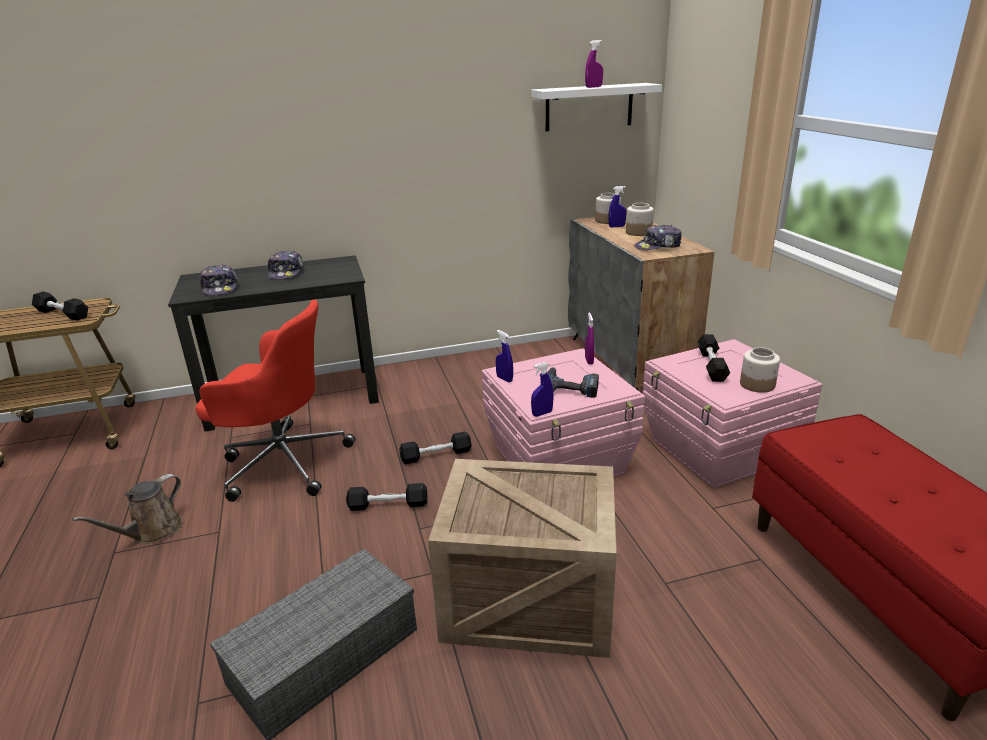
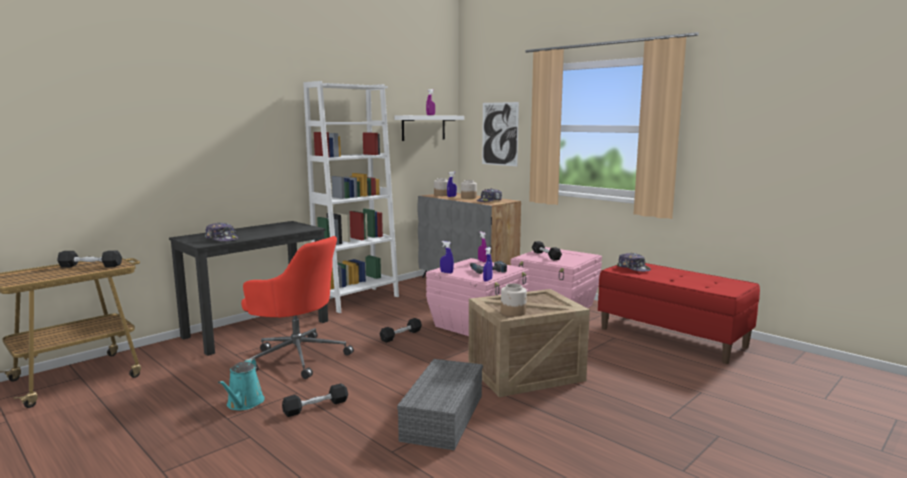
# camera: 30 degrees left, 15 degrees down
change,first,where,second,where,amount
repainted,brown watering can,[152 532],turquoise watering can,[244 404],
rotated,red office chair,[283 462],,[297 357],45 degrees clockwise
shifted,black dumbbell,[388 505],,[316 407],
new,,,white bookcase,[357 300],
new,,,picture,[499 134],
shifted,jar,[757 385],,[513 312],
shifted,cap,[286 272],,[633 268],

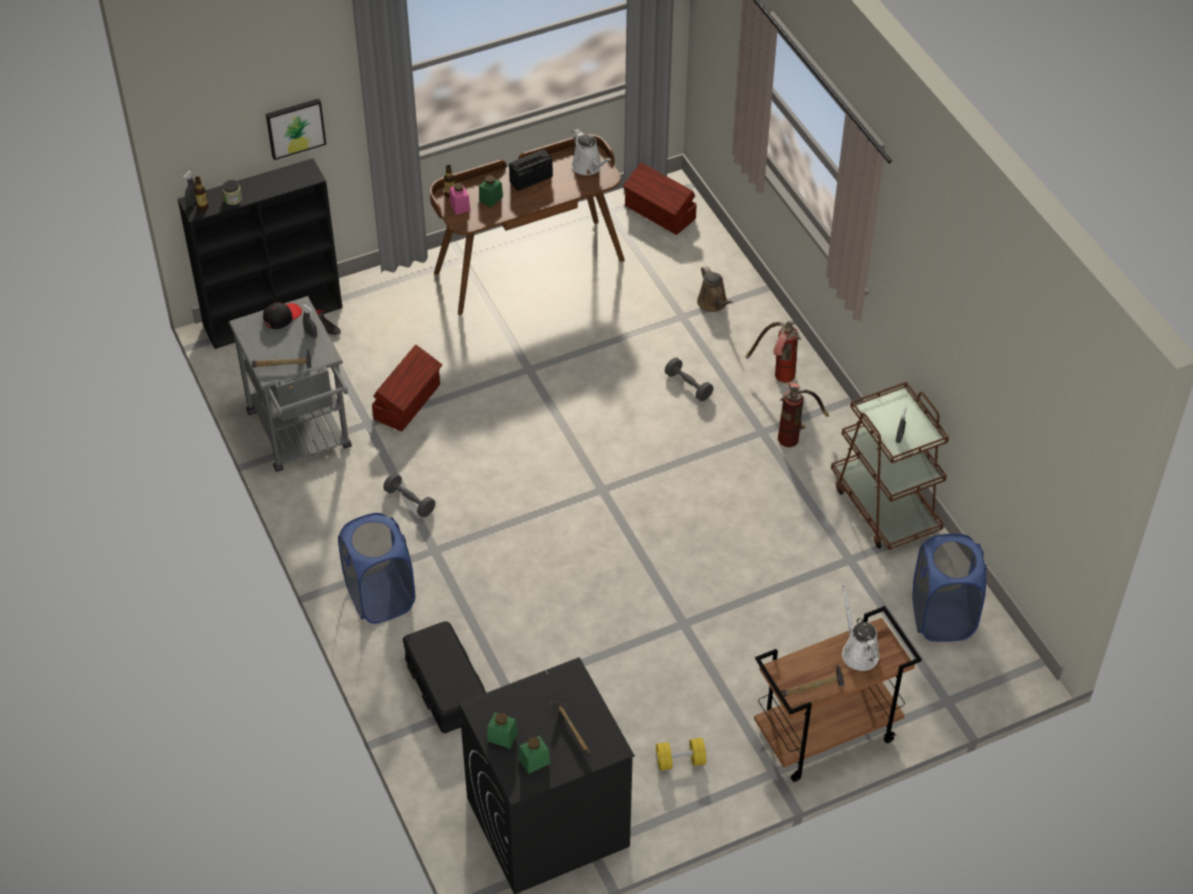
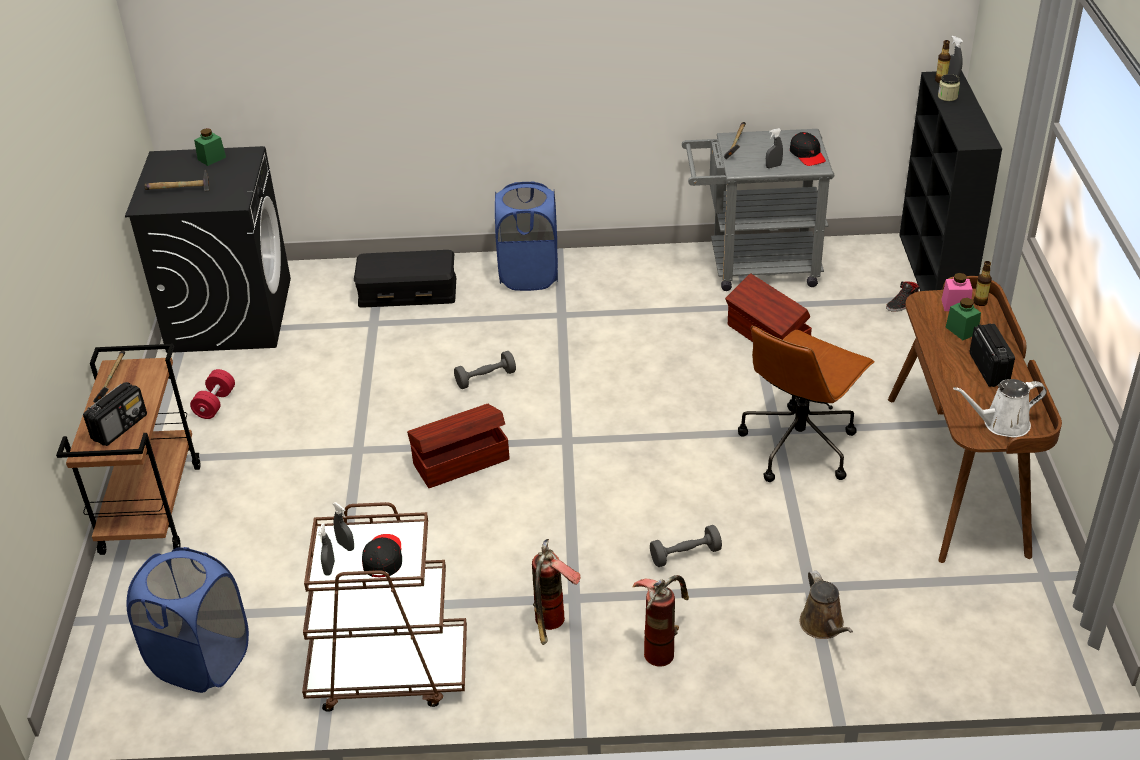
# camera: 115 degrees right, 10 degrees down
change,first,where,second,where,amount
swapped,white watering can,[858 651],radio,[120 427],
repainted,yellow dumbbell,[680 761],red dumbbell,[215 404],
new,,,grey spray bottle,[329 568],
new,,,black cap,[383 558],
shifted,brown storage box,[660 213],,[460 461],
shifted,grey dumbbell,[410 501],,[485 378],
new,,,brown office chair,[799 445],
rotated,brown watering can,[713 303],,[823 626],105 degrees counterclockwise
gone,picture,[295 127],,,
gone,green jar,[534 761],,,

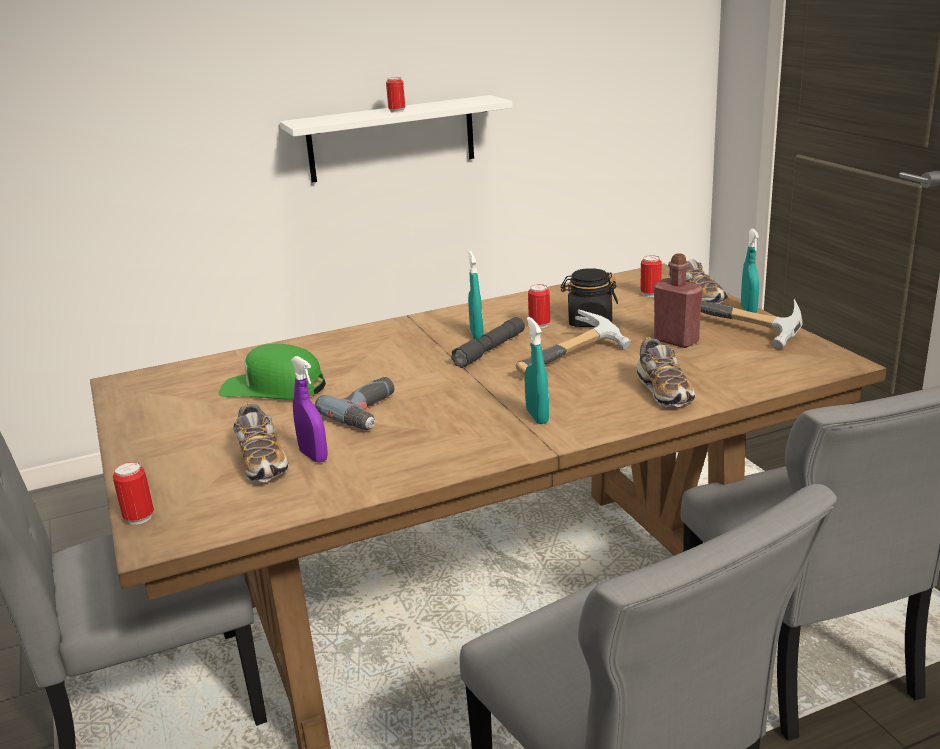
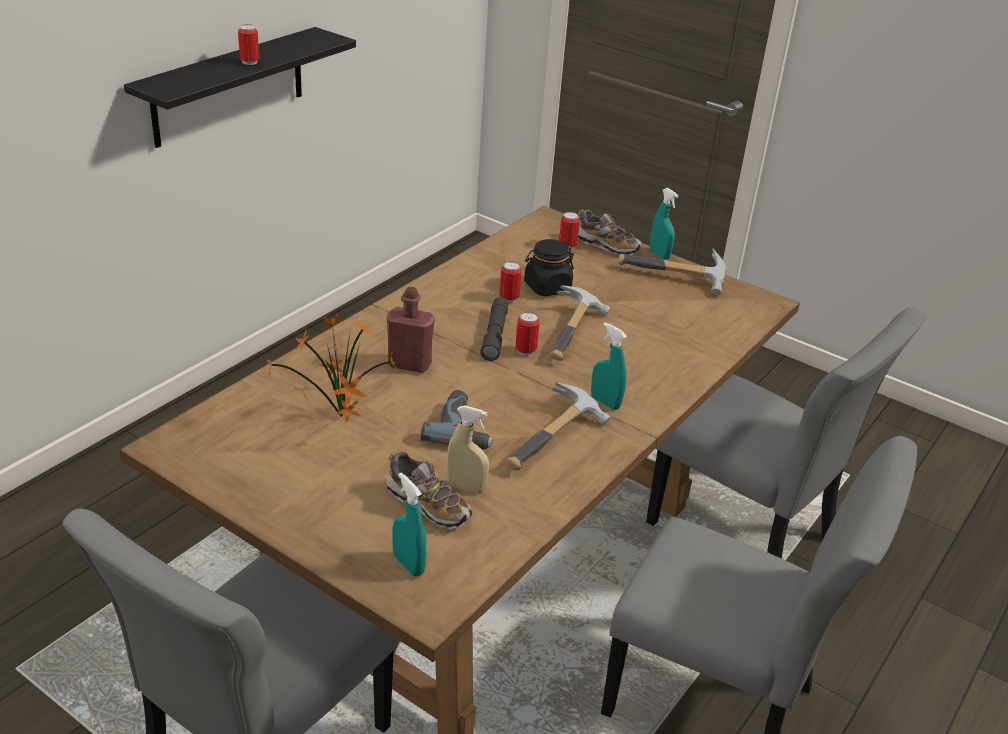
# camera: 35 degrees left, 10 degrees up
change,first,where,second,where,amount
repainted,white shelf,[392 139],black shelf,[229 87],
swapped,green cap,[273 388],potted plant,[340 419],
shifted,red bottle,[676 340],,[409 364],
shifted,turquoise spray bottle,[476 335],,[408 565],
repainted,purple spray bottle,[313 456],beige spray bottle,[466 487],
new,,,hammer,[558 441],
shifted,can,[139 518],,[525 351],
gone,shoe,[664 391],,,

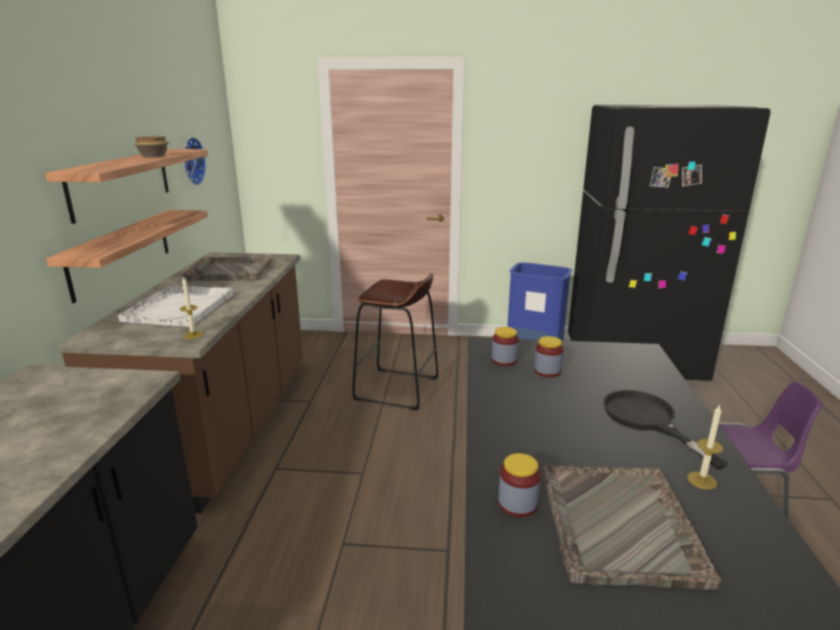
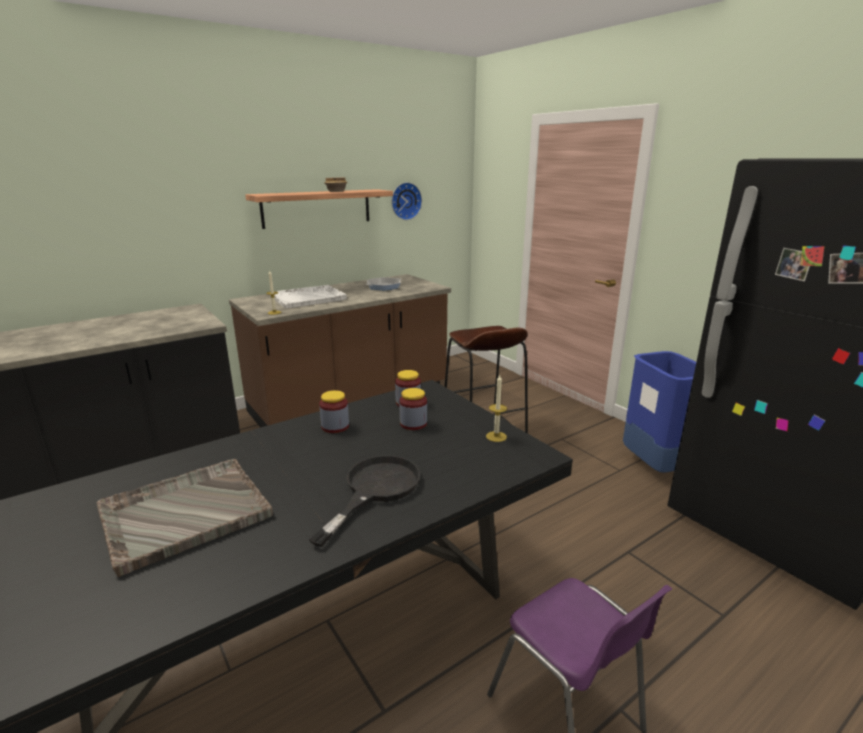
# camera: 50 degrees right, 0 degrees up
change,first,where,second,where,amount
shifted,jar,[517 504],,[335 426],
swapped,grey tray,[229 271],frying pan,[383 287],
shifted,candle,[702 480],,[496 436],
gone,shelf,[121 252],,,

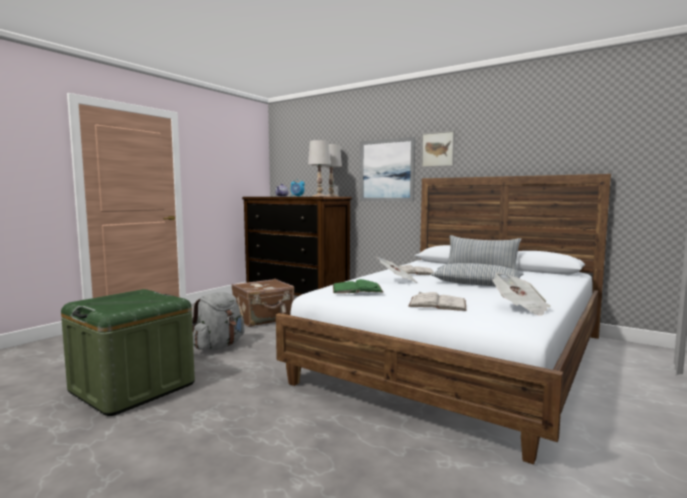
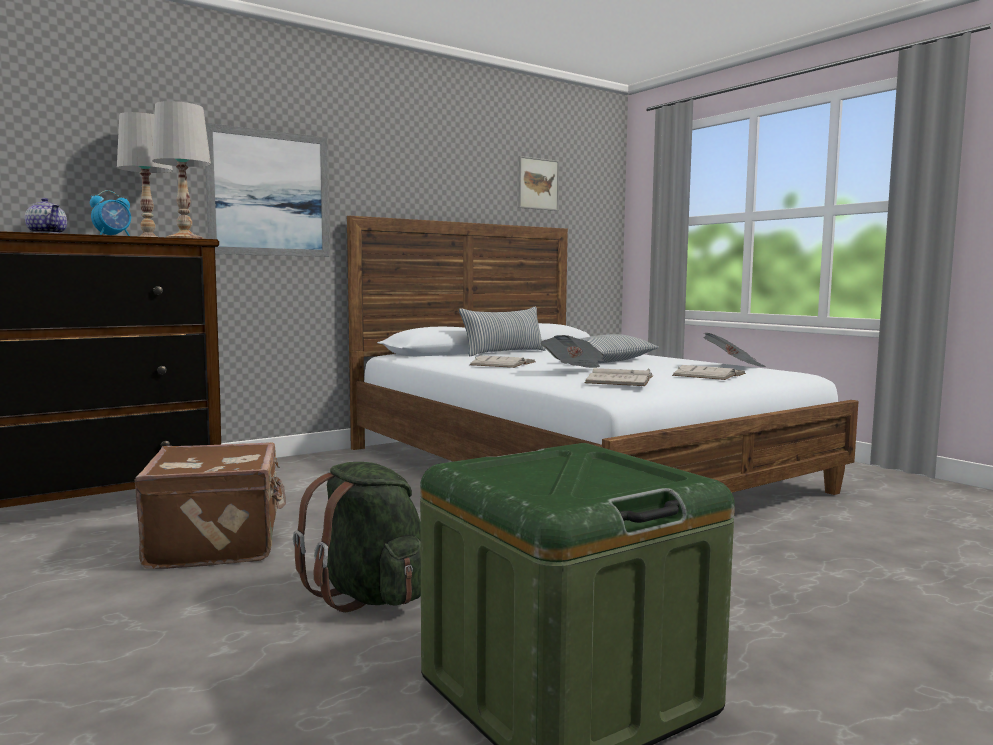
# camera: 70 degrees left, 0 degrees up
change,first,where,second,where,amount
repainted,grey backpack,[219 346],green backpack,[369 596],
shifted,picture,[437 149],,[538 184],
repainted,green book,[357 288],white book,[620 379],

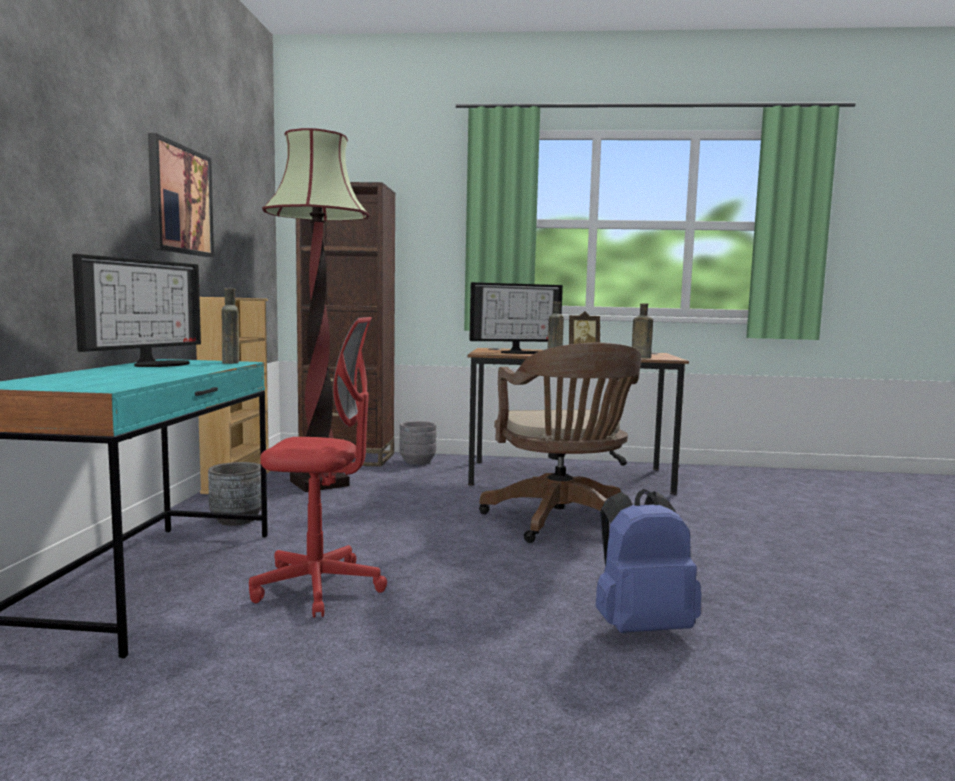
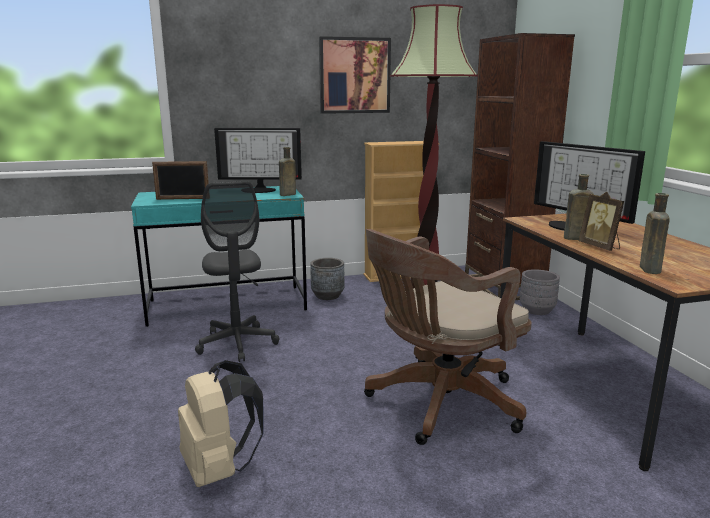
# camera: 70 degrees right, 10 degrees up
change,first,where,second,where,amount
new,,,picture frame,[183 199],
repainted,blue backpack,[640 626],beige backpack,[219 469],
repainted,red office chair,[319 588],grey office chair,[237 343],

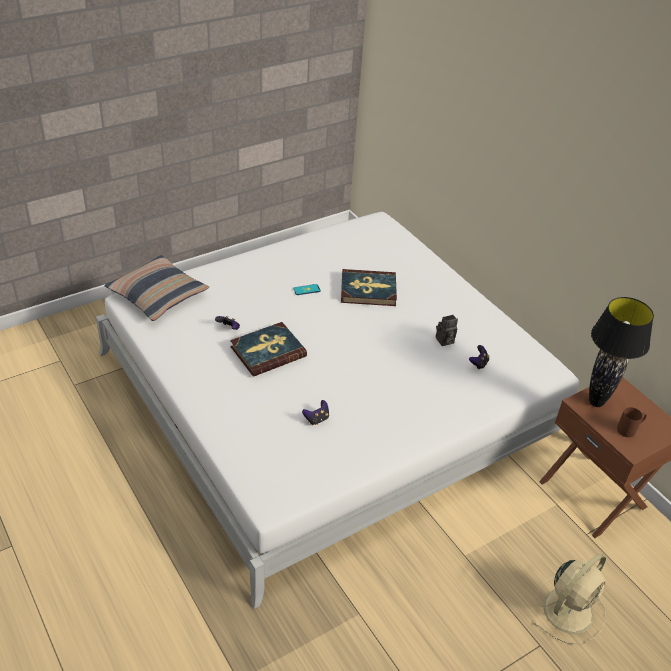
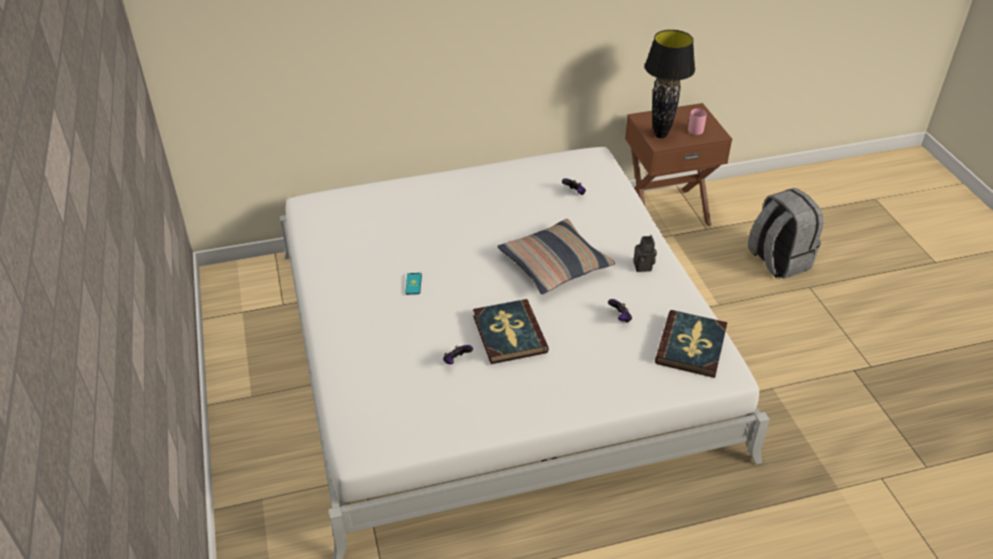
# camera: 70 degrees left, 0 degrees up
change,first,where,second,where,amount
shifted,pillow,[158 295],,[554 265],
shifted,photo camera,[444 341],,[644 267],
shifted,book,[368 290],,[691 346],
repainted,brown mug,[629 429],pink mug,[694 128],
swapped,beige fan,[569 609],grey backpack,[777 261],

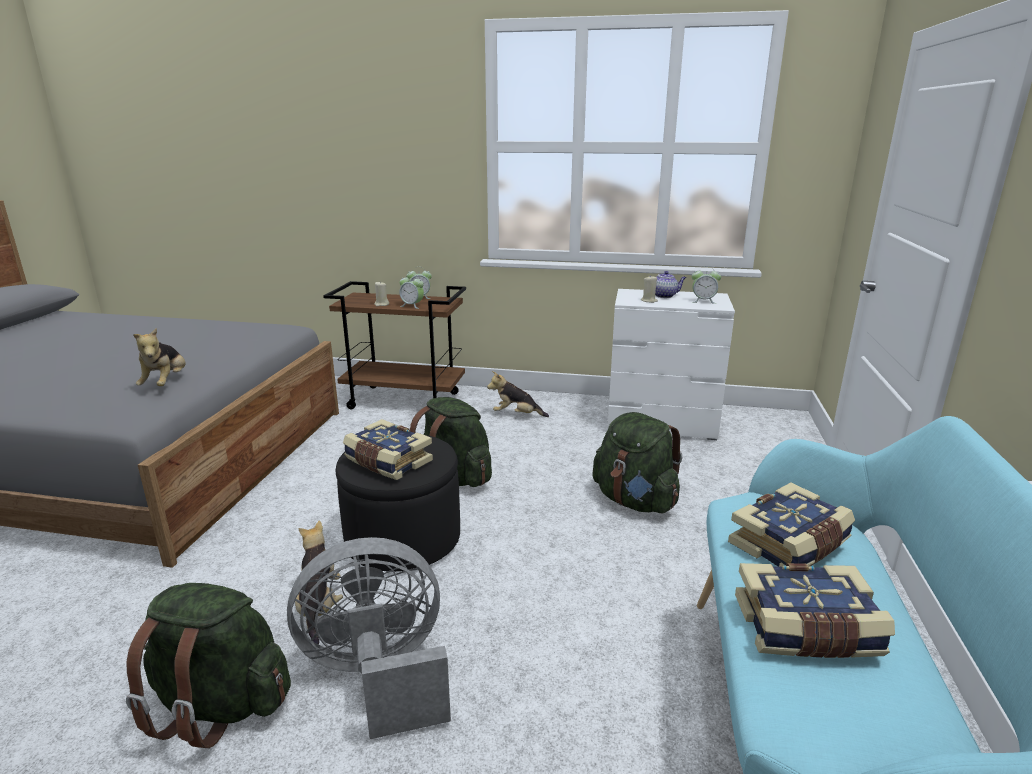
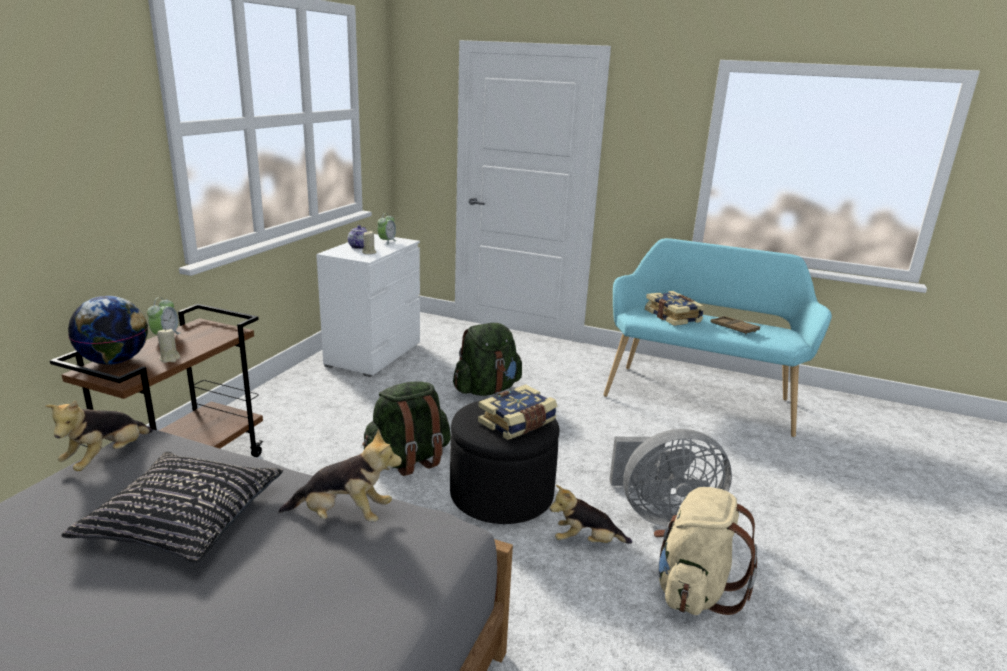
# camera: 80 degrees left, 0 degrees up
change,first,where,second,where,amount
shifted,plush toy,[516 415],,[107 458],
new,,,black pillow,[183 519],
new,,,globe,[115 361],
rotated,grey fan,[378 676],,[661 514],90 degrees counterclockwise
repainted,green backpack,[220 705],beige backpack,[693 589],
swapped,book,[807 630],brown tray,[734 328],
gone,alarm clock,[412 306],,,

